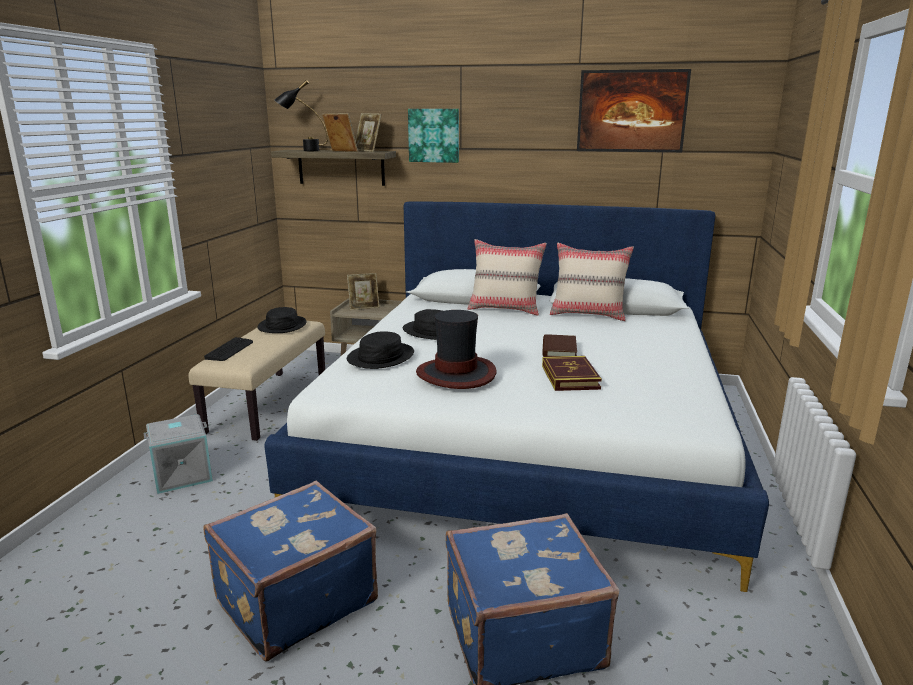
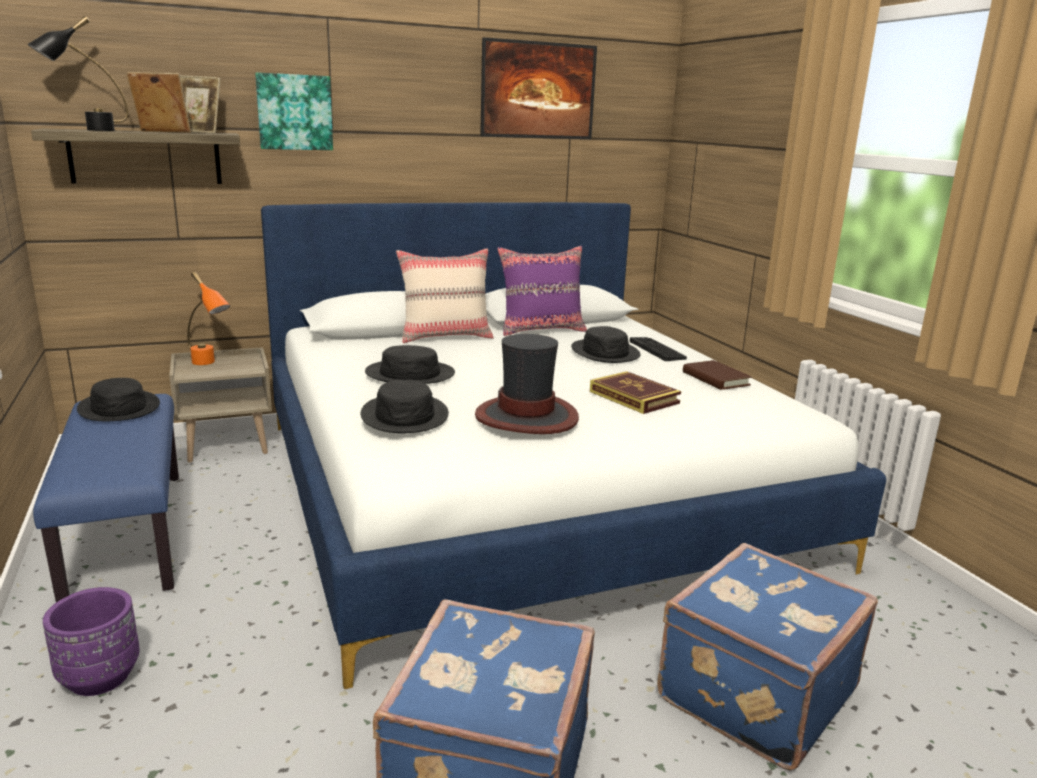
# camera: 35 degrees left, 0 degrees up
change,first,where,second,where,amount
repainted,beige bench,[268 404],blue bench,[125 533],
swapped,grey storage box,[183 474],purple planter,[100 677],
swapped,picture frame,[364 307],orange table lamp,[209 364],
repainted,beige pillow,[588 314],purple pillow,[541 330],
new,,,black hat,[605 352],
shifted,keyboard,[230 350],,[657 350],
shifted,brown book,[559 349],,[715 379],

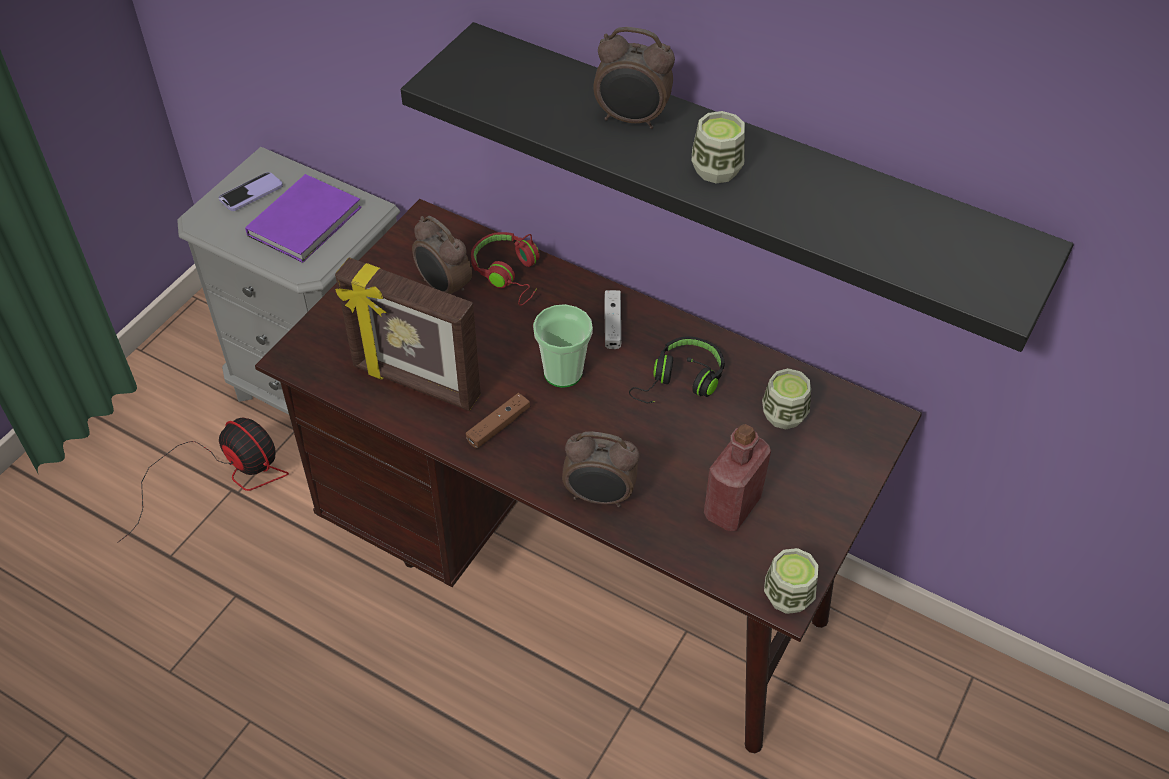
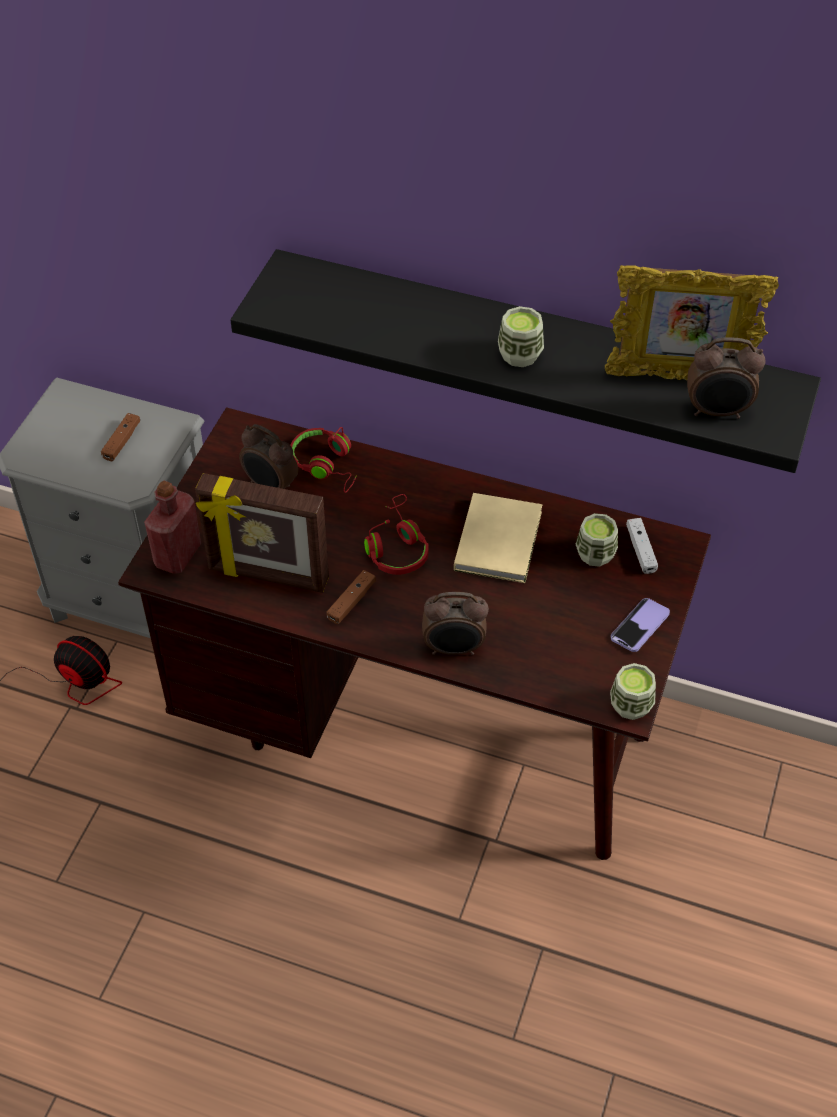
# camera: 10 degrees left, 0 degrees up
change,first,where,second,where,amount
swapped,purple book,[308 220],brown game controller,[121 441],
shifted,red bottle,[732 507],,[178 555],
swapped,cup,[563 372],red headphones,[396 546],
swapped,black headphones,[680 382],beige book,[500 539],
new,,,picture frame,[678 378],
shifted,phone,[251 193],,[639 626],
shifted,white game controller,[612 324],,[641 550],
shifted,alarm clock,[631 119],,[717 412],

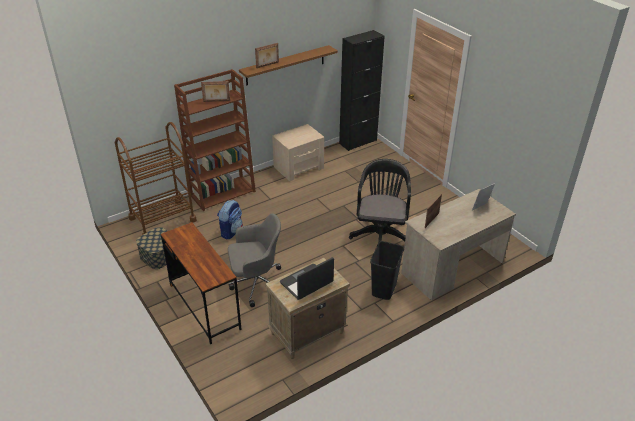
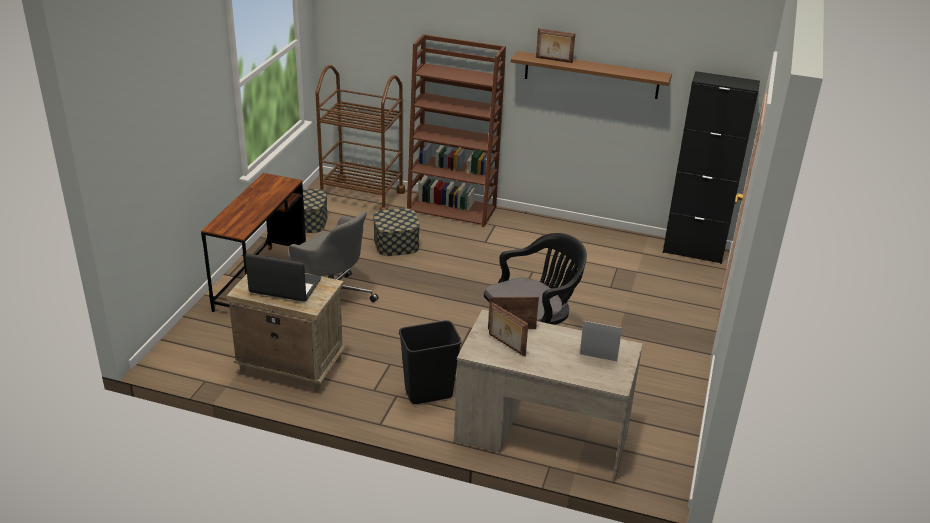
# camera: 50 degrees right, 5 degrees down
change,first,where,second,where,amount
swapped,backpack,[231 231],storage box,[396 243],
shifted,picture frame,[216 101],,[506 345],
gone,beige nightstand,[299 167],,,

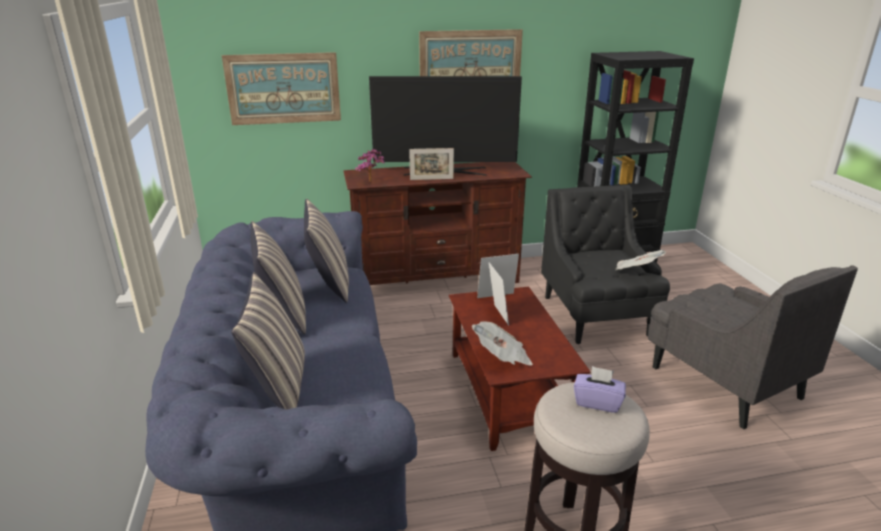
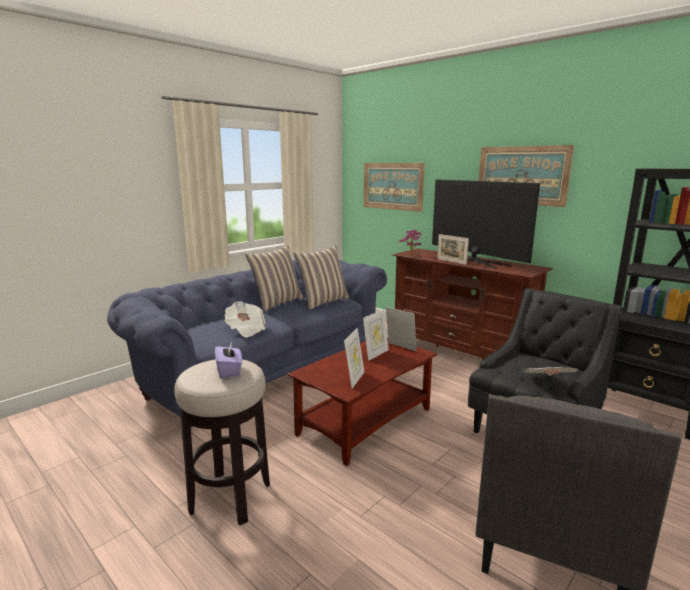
# camera: 55 degrees right, 10 degrees down
change,first,where,second,where,amount
shifted,newspaper,[502 357],,[246 329],
new,,,picture frame,[354 379],
gone,pillow,[279 387],,,

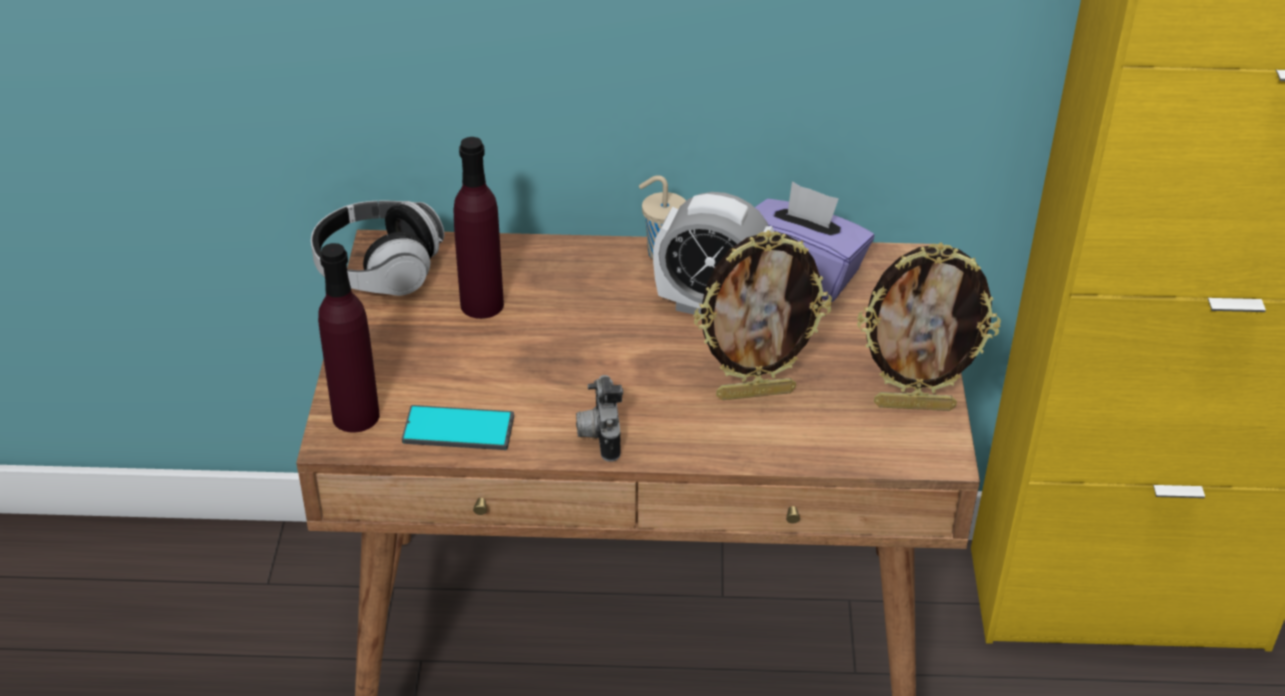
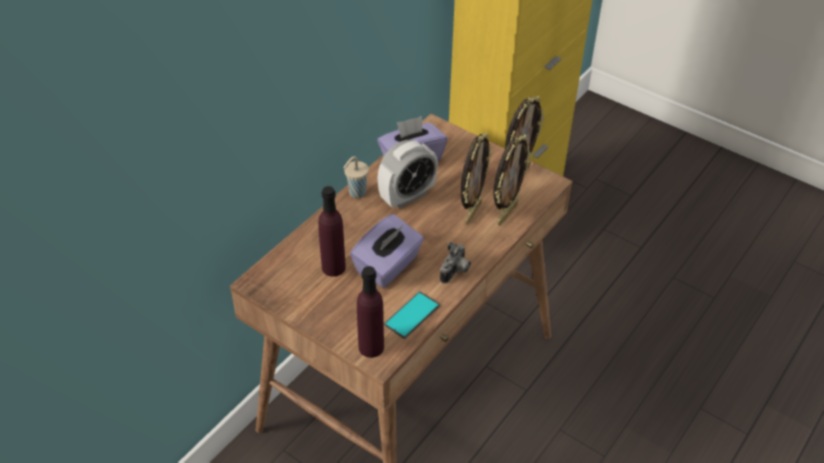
# camera: 55 degrees left, 5 degrees up
change,first,where,second,where,amount
new,,,purple tissue box,[388 266],
rotated,photo camera,[599 435],,[456 272],90 degrees counterclockwise
new,,,picture frame,[506 213],
gone,headphones,[378 270],,,

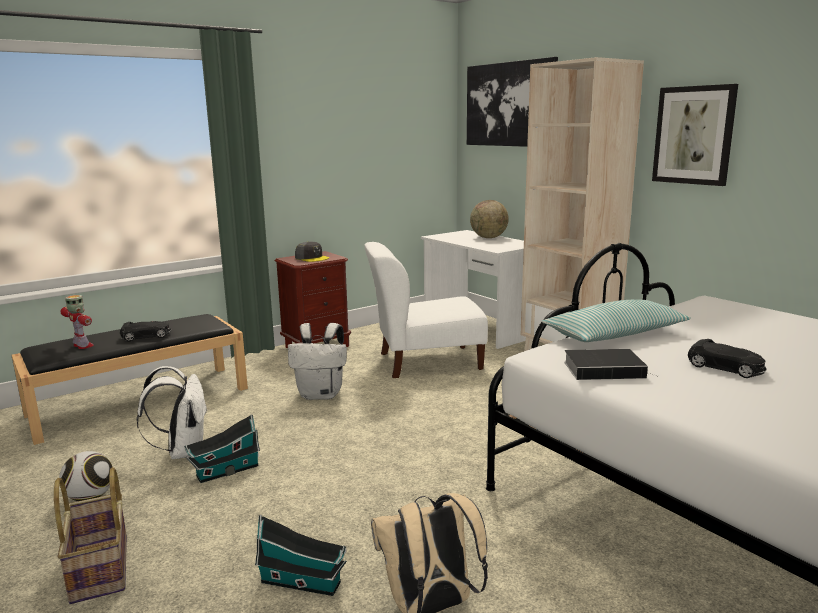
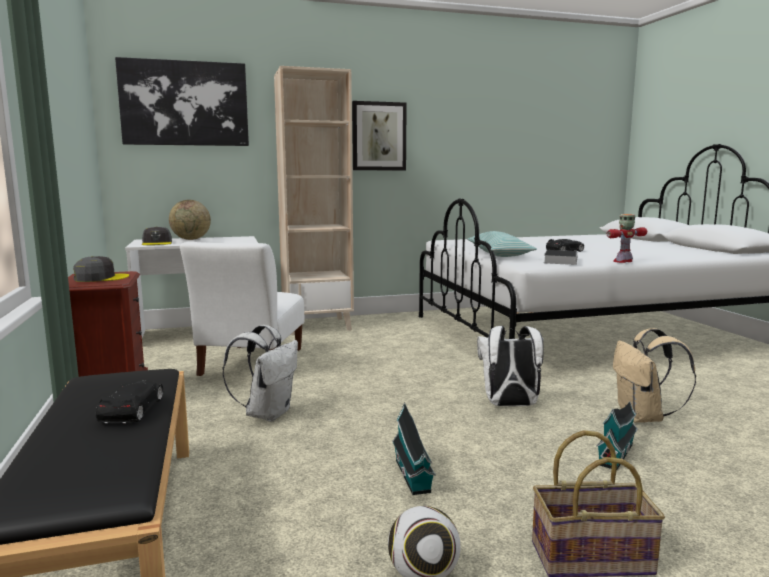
# camera: 70 degrees left, 5 degrees down
change,first,where,second,where,amount
new,,,grey cap,[157 243],
shifted,white backpack,[183 452],,[509 405],
shifted,toy robot,[82 346],,[623 261],

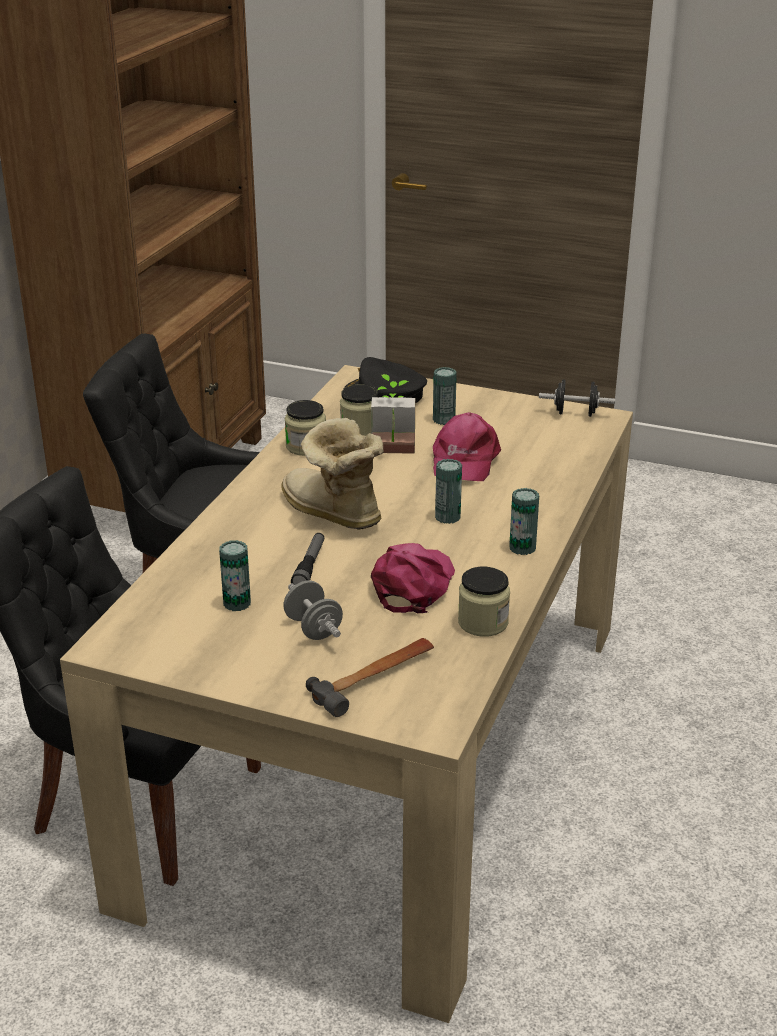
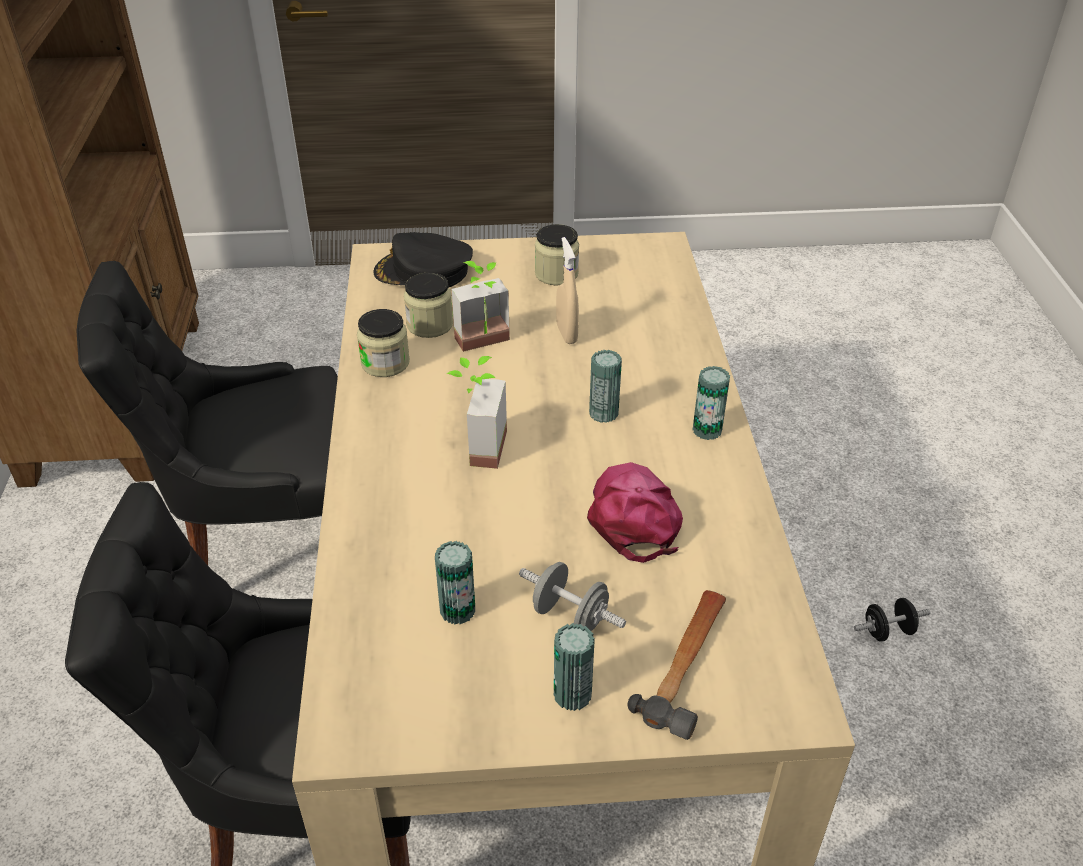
# camera: 25 degrees left, 10 degrees up
change,first,where,second,where,amount
swapped,boot,[330 514],potted plant,[476 447],
shifted,jar,[483 622],,[556 274],
shifted,can,[444 419],,[572 694],
swapped,pink cap,[464 460],beige spray bottle,[566 334],
shifted,black dumbbell,[575 413],,[887 631],
gone,flashlight,[309 566],,,

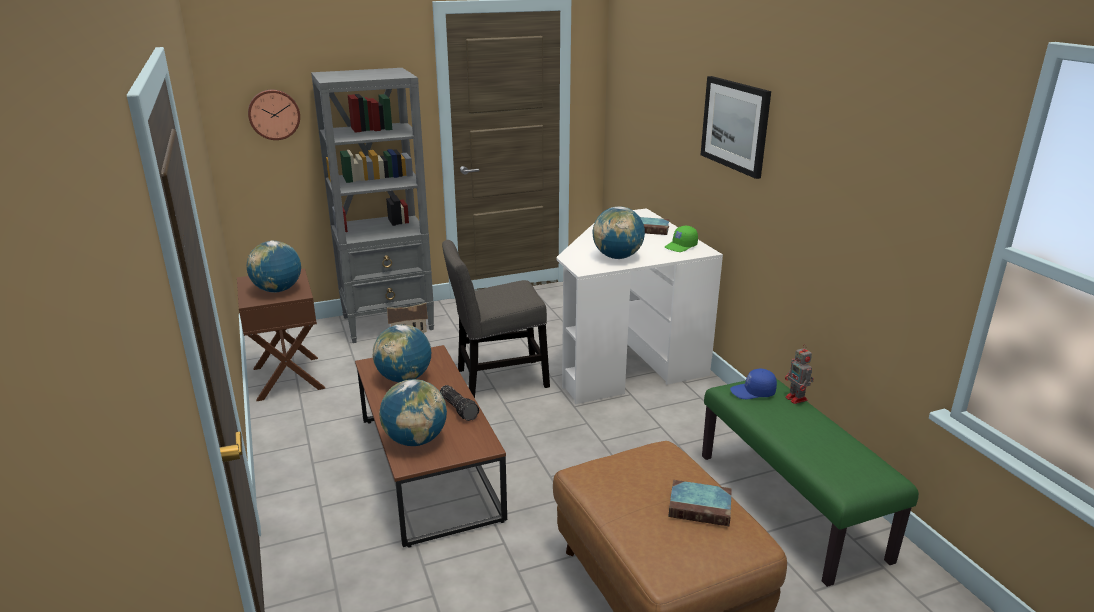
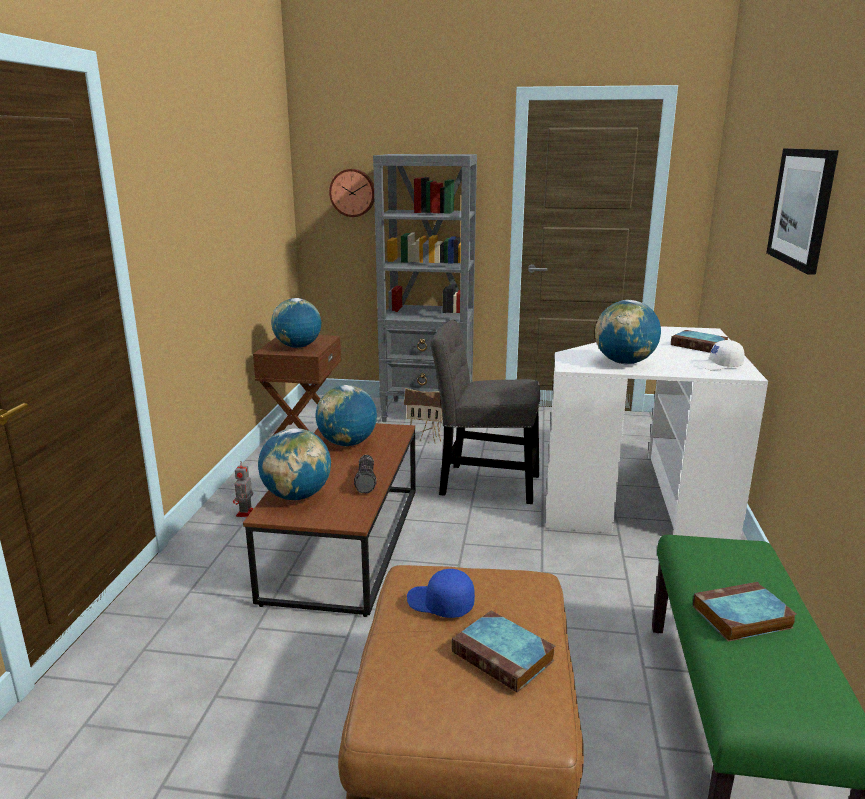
# camera: 30 degrees right, 5 degrees down
change,first,where,second,where,amount
shifted,toy robot,[797 399],,[245 514],
shifted,blue cap,[753 392],,[440 604],
new,,,book,[740 617],
repainted,green cap,[681 246],white cap,[719 366],

